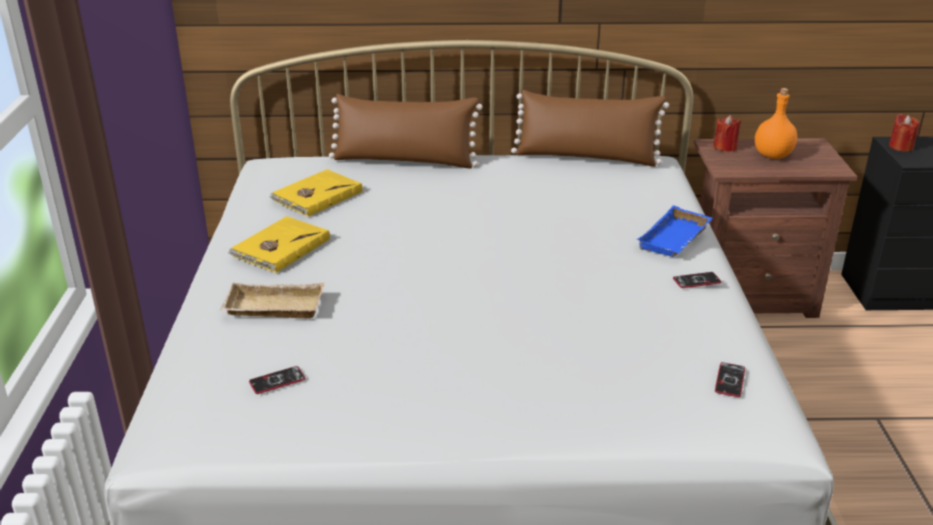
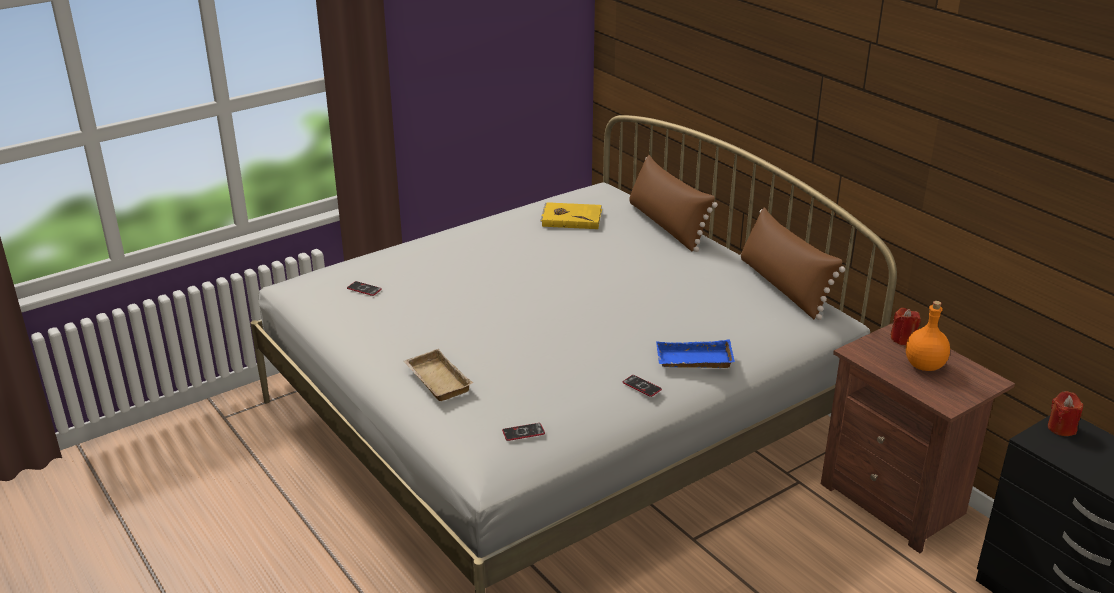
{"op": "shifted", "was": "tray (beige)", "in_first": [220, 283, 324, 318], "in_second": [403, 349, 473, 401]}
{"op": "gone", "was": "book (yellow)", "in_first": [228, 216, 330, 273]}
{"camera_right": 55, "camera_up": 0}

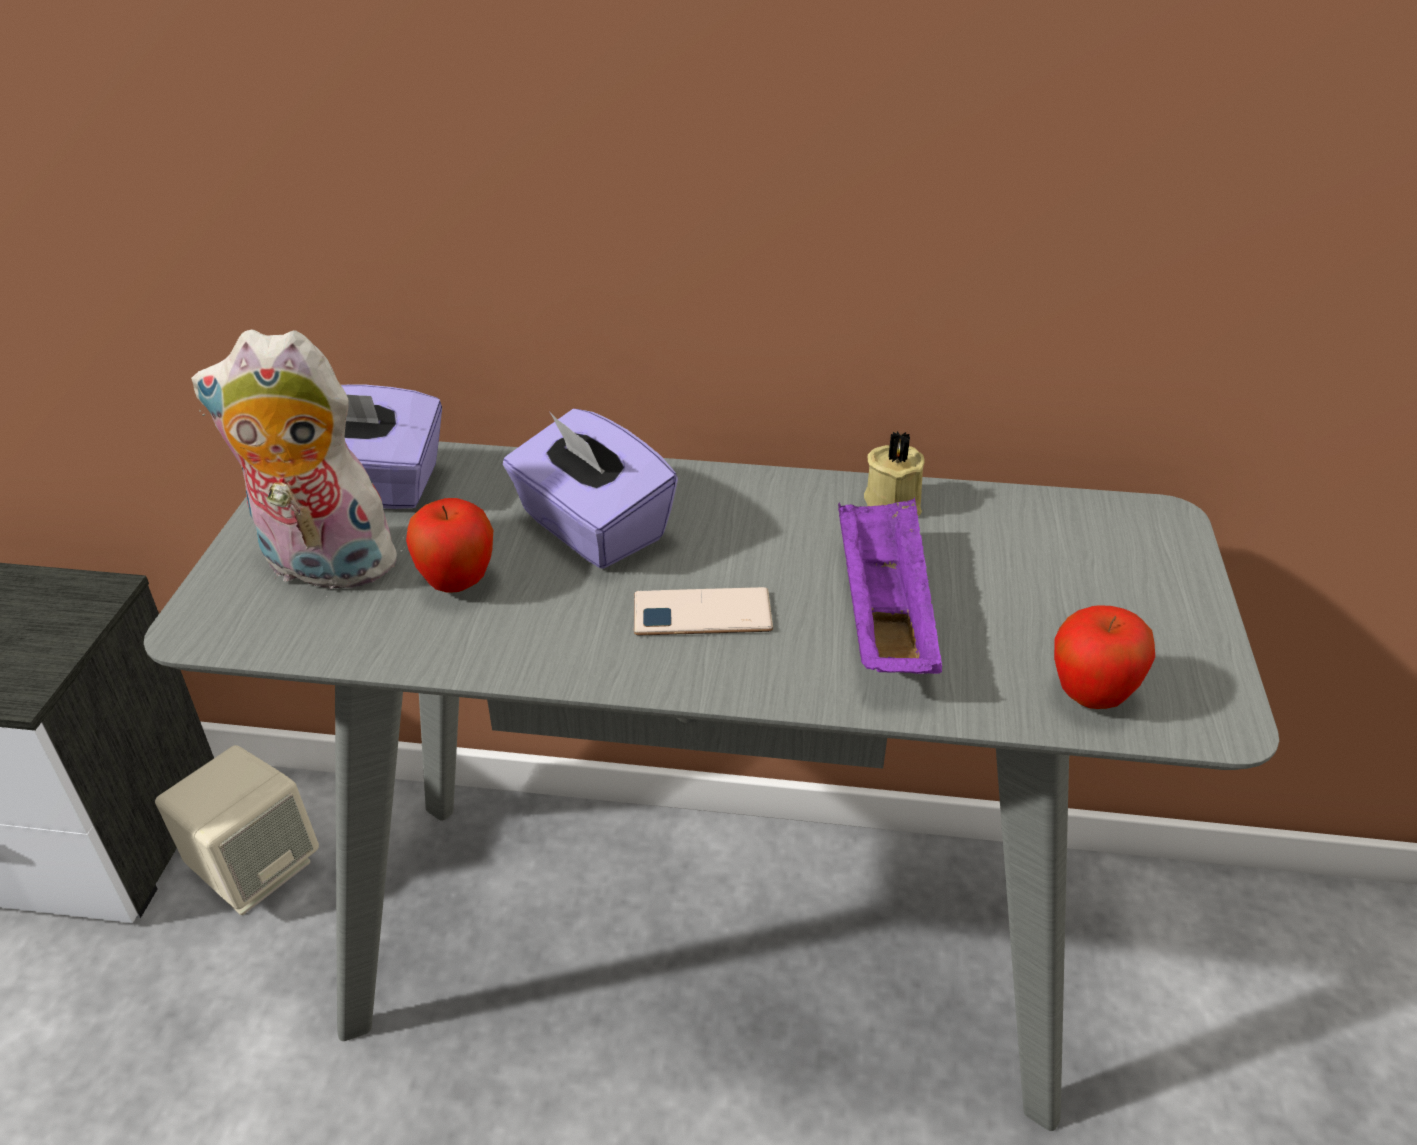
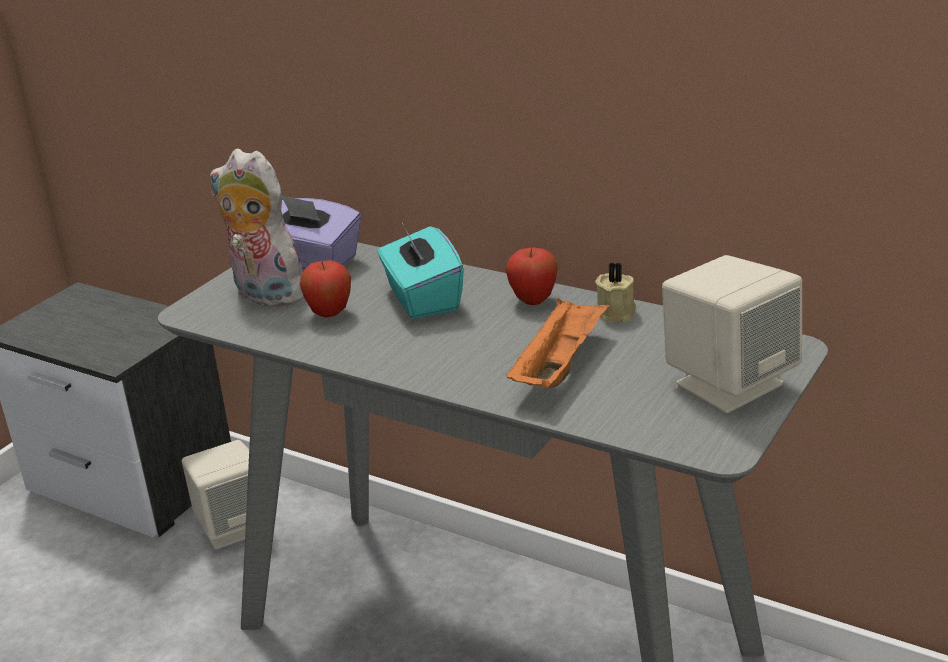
{"op": "repainted", "was": "tissue box (purple)", "now": "tissue box (turquoise)", "in_first": [503, 409, 678, 569], "in_second": [378, 223, 464, 319]}
{"op": "shifted", "was": "apple", "in_first": [1054, 605, 1155, 709], "in_second": [506, 248, 558, 305]}
{"op": "repainted", "was": "tray (purple)", "now": "tray (orange)", "in_first": [838, 498, 942, 674], "in_second": [506, 298, 609, 388]}
{"op": "new", "now": "speaker (beige)", "in_second": [662, 255, 802, 413]}
{"op": "gone", "was": "phone", "in_first": [634, 587, 773, 635]}
{"camera_right": 25, "camera_up": -10}

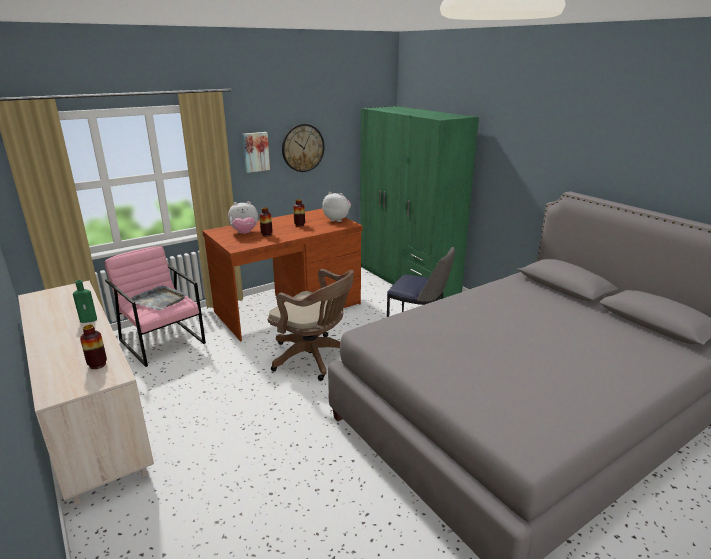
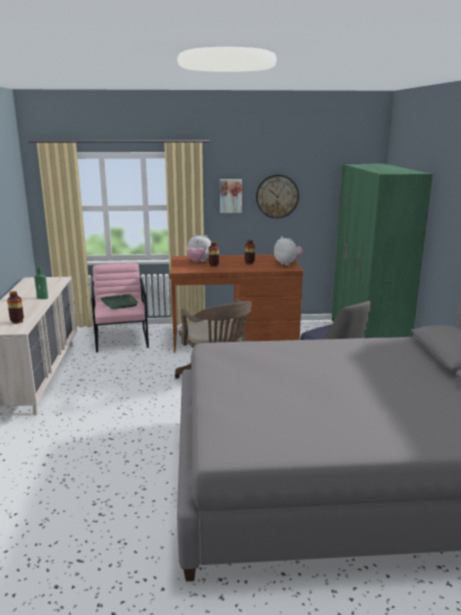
{"op": "repainted", "was": "tray (grey)", "now": "tray (green)", "in_first": [131, 285, 186, 310], "in_second": [100, 294, 138, 309]}
{"camera_right": 30, "camera_up": -5}

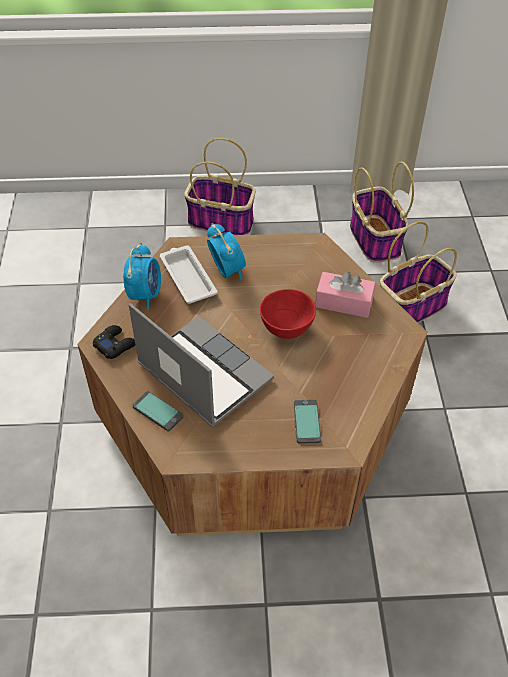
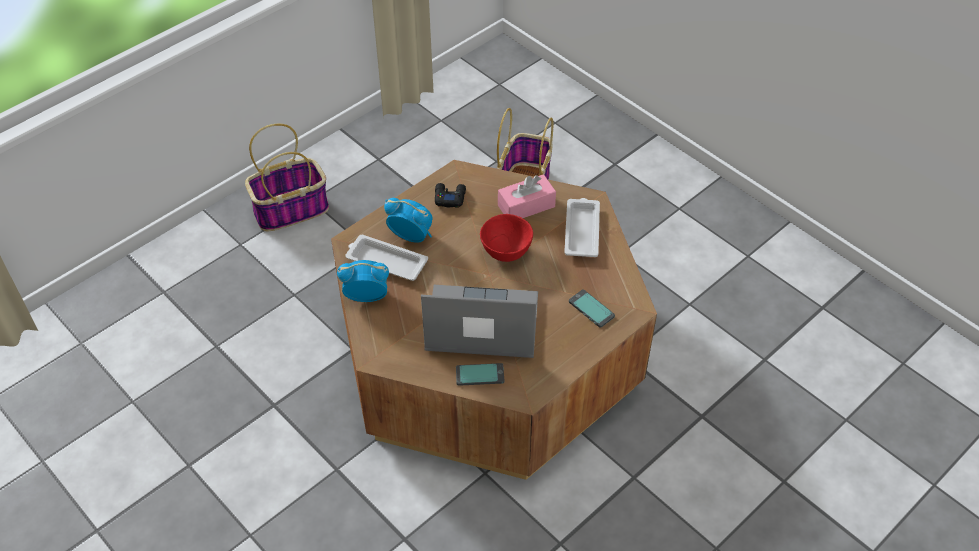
{"op": "rotated", "was": "alarm clock", "in_first": [123, 243, 161, 309], "in_second": [337, 260, 389, 302], "clockwise": -60}
{"op": "shifted", "was": "game controller (black)", "in_first": [93, 325, 135, 359], "in_second": [435, 183, 466, 208]}
{"op": "new", "now": "tray (white)", "in_second": [564, 198, 600, 257]}
{"op": "gone", "was": "basket", "in_first": [350, 162, 414, 263]}
{"camera_right": -40, "camera_up": 0}

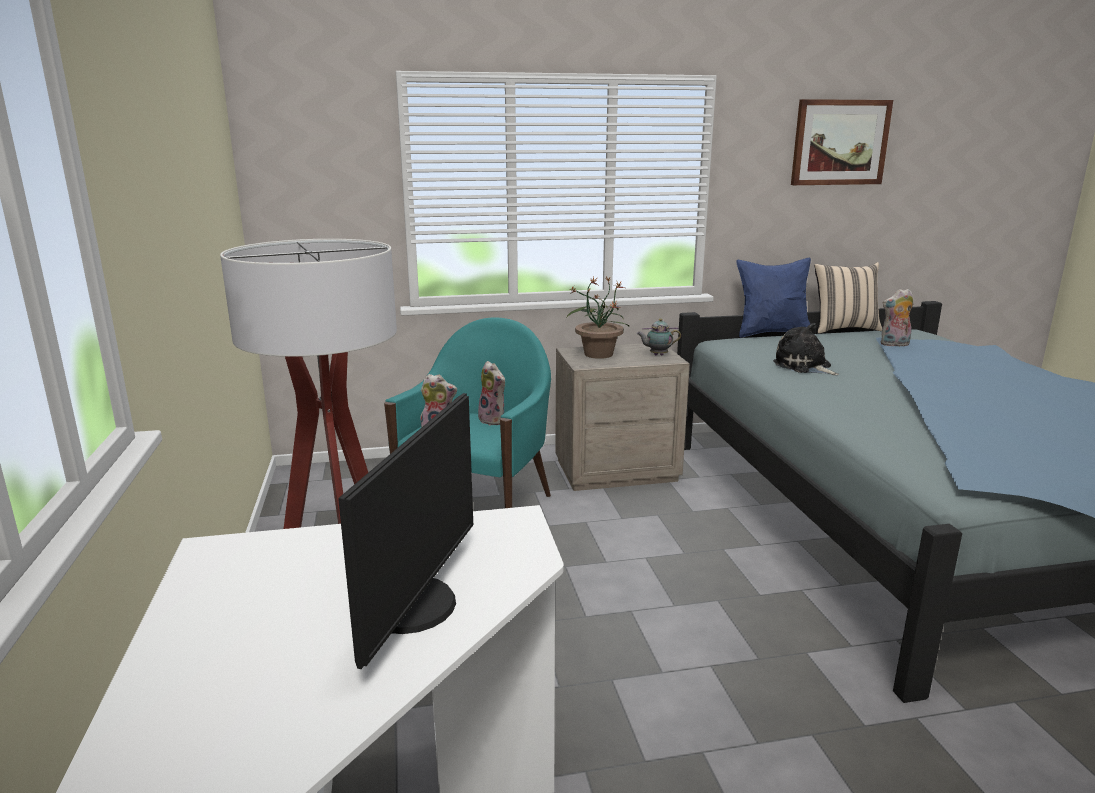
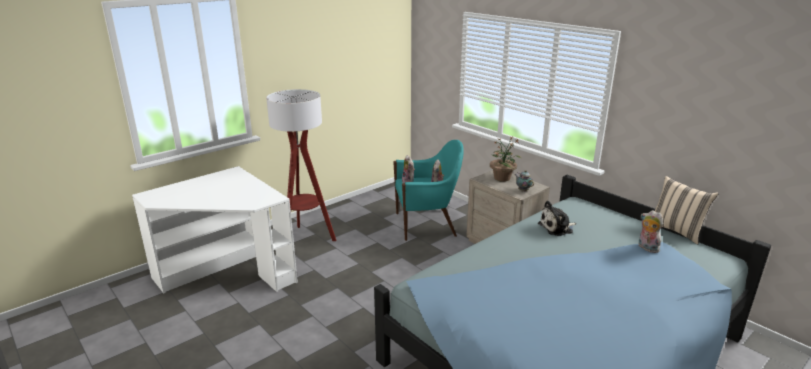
{"op": "rotated", "was": "plush toy", "in_first": [773, 323, 839, 375], "in_second": [538, 201, 576, 236], "clockwise": -135}
{"op": "gone", "was": "monitor", "in_first": [338, 393, 473, 669]}
{"op": "gone", "was": "pillow (blue)", "in_first": [736, 257, 811, 338]}
{"op": "gone", "was": "picture", "in_first": [791, 99, 893, 185]}
{"camera_right": 60, "camera_up": 5}

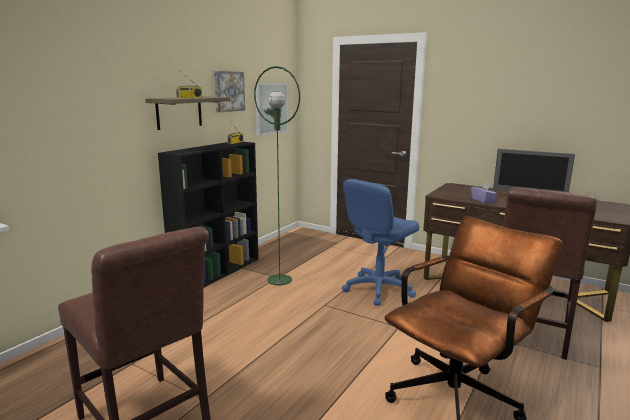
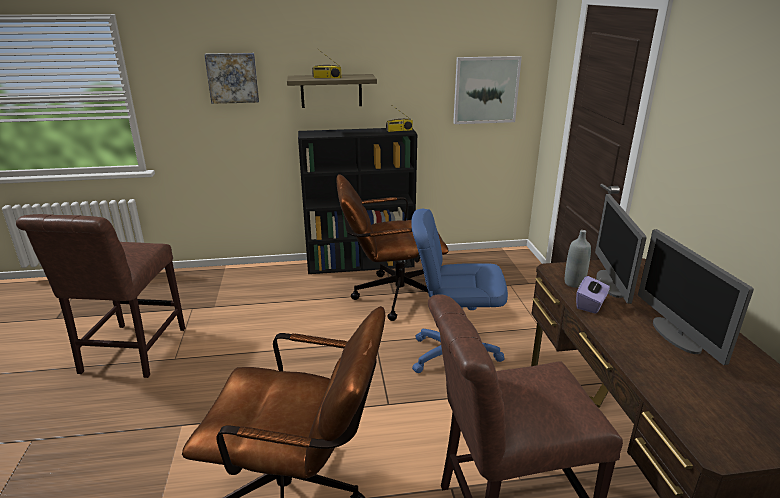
{"op": "shifted", "was": "picture", "in_first": [214, 71, 245, 112], "in_second": [204, 53, 259, 104]}
{"op": "swapped", "was": "floor lamp (green)", "now": "office chair (brown)", "in_first": [254, 66, 300, 285], "in_second": [336, 174, 449, 321]}
{"op": "new", "now": "bottle (grey)", "in_second": [565, 230, 591, 288]}
{"op": "new", "now": "monitor", "in_second": [595, 194, 647, 304]}
{"camera_right": 50, "camera_up": 10}

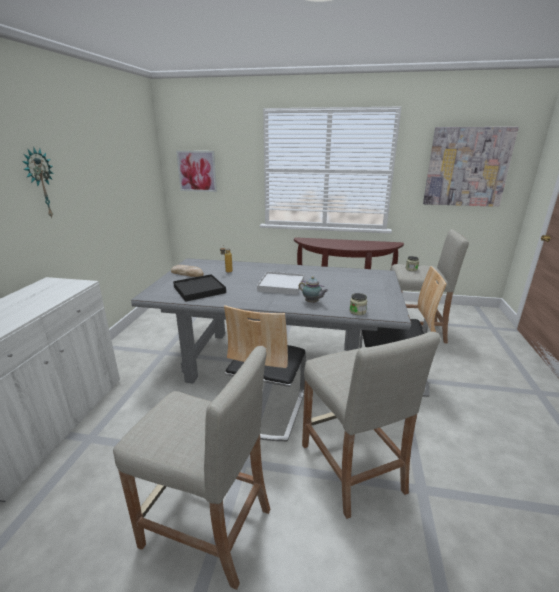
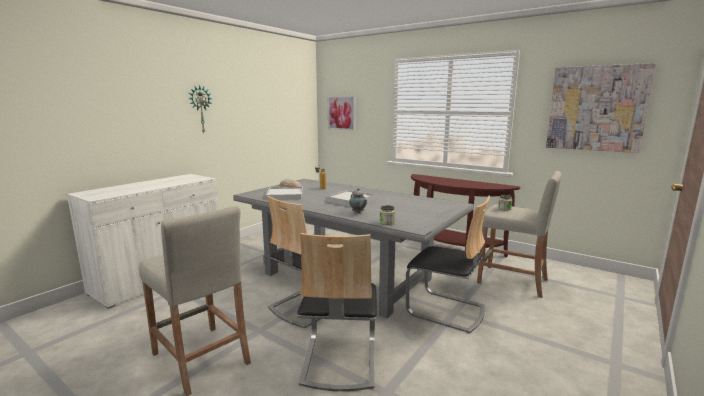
{"op": "repainted", "was": "tray (black)", "now": "tray (white)", "in_first": [173, 274, 226, 302], "in_second": [265, 187, 303, 200]}
{"op": "swapped", "was": "stool (beige)", "now": "chair", "in_first": [302, 332, 441, 519], "in_second": [297, 233, 377, 391]}
{"camera_right": 25, "camera_up": -10}

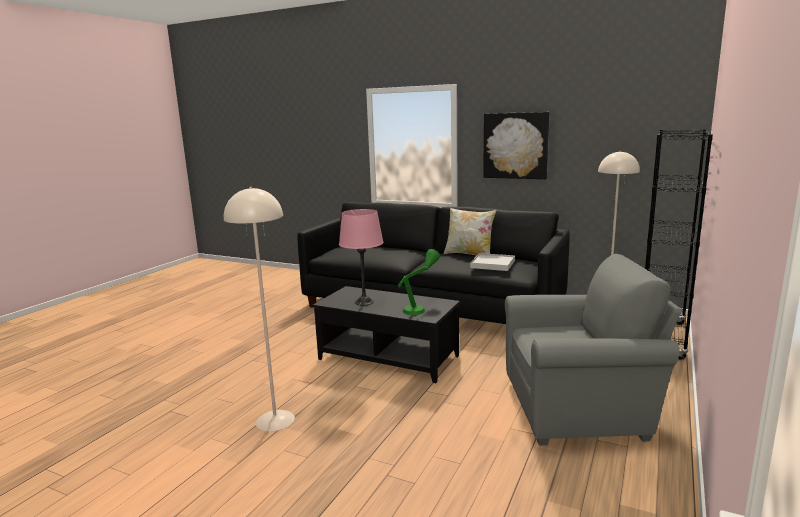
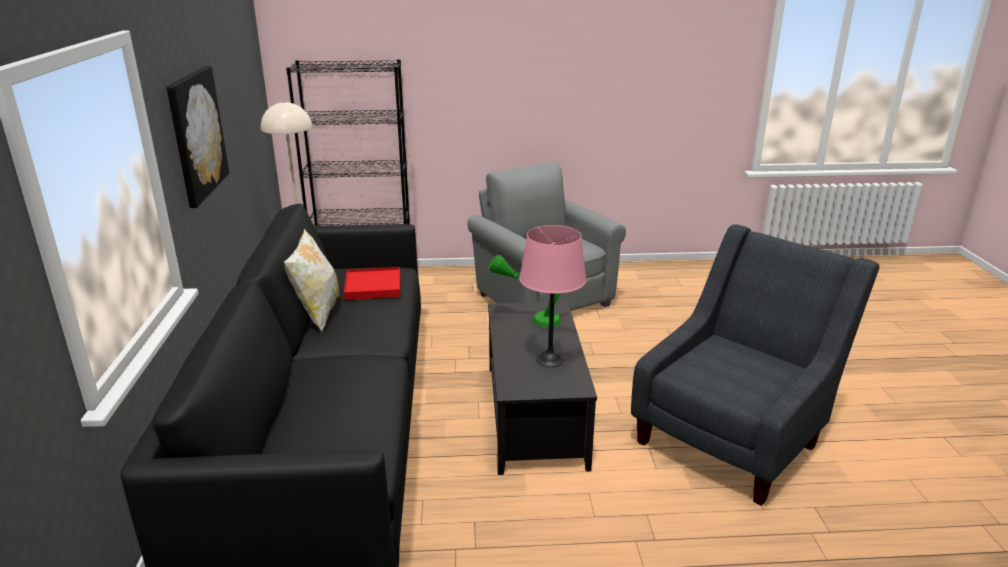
{"op": "repainted", "was": "tray (white)", "now": "tray (red)", "in_first": [470, 253, 515, 271], "in_second": [344, 267, 400, 300]}
{"op": "swapped", "was": "floor lamp (beige)", "now": "armchair (grey)", "in_first": [224, 187, 295, 431], "in_second": [631, 224, 880, 506]}
{"camera_right": -120, "camera_up": 10}

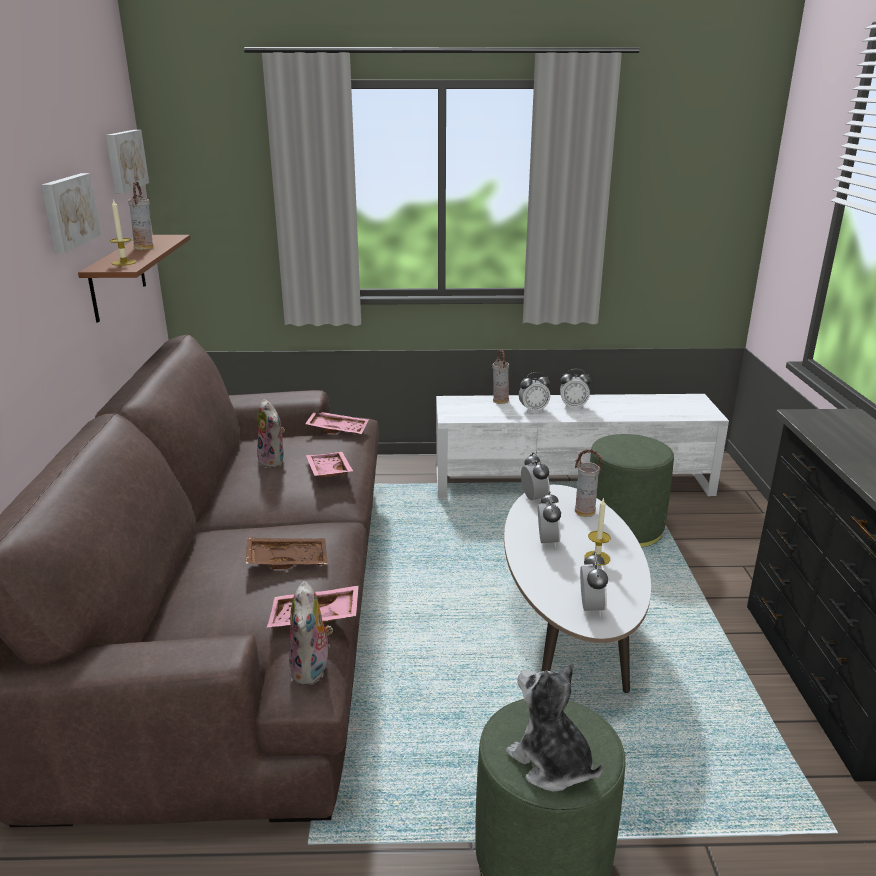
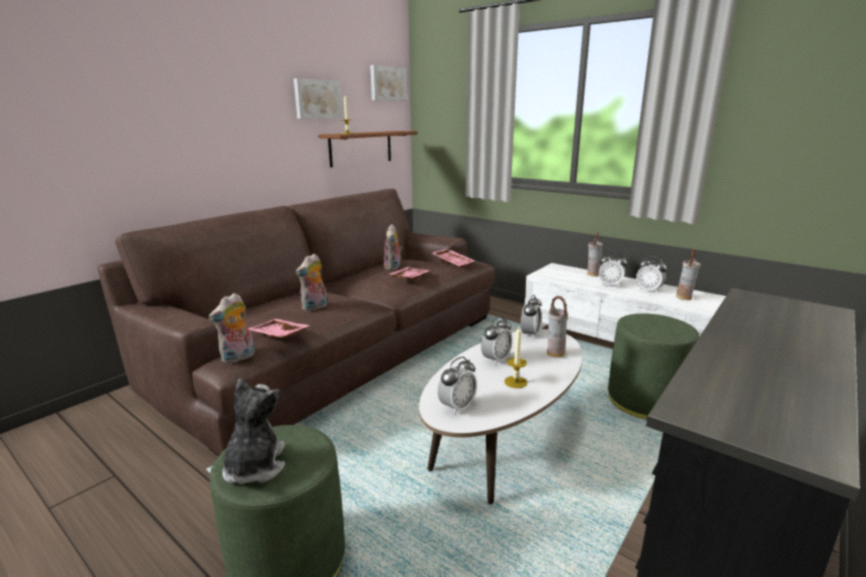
{"op": "swapped", "was": "tray (brown)", "now": "plush toy", "in_first": [246, 538, 328, 569], "in_second": [296, 254, 328, 312]}
{"op": "shifted", "was": "vase", "in_first": [128, 181, 154, 250], "in_second": [676, 249, 701, 300]}
{"camera_right": 40, "camera_up": -5}

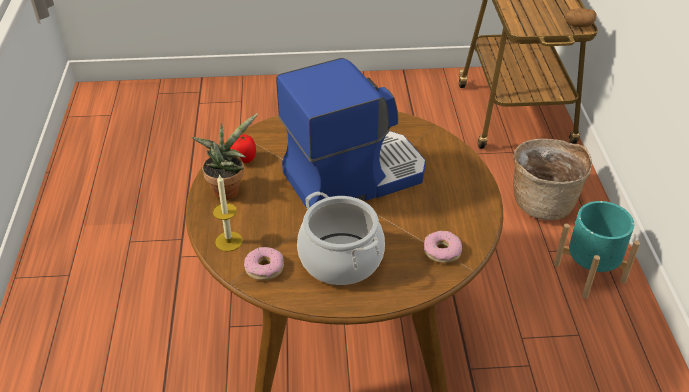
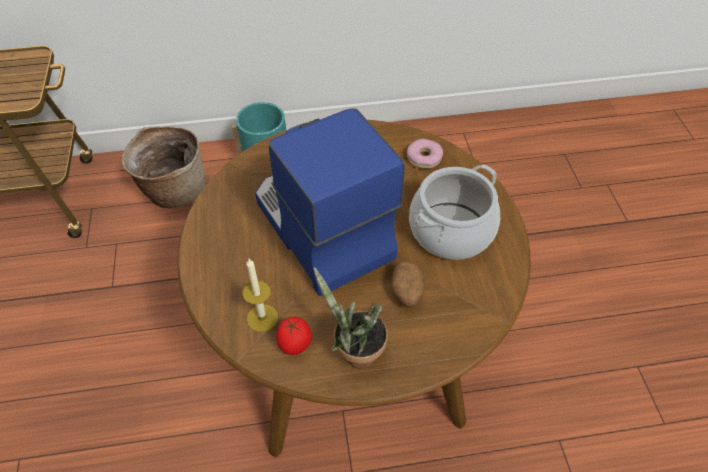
{"op": "shifted", "was": "candle", "in_first": [213, 174, 243, 252], "in_second": [242, 259, 278, 332]}
{"op": "shifted", "was": "potato", "in_first": [564, 8, 597, 27], "in_second": [390, 260, 425, 307]}
{"op": "gone", "was": "donut", "in_first": [244, 247, 284, 281]}
{"camera_right": -95, "camera_up": 10}

